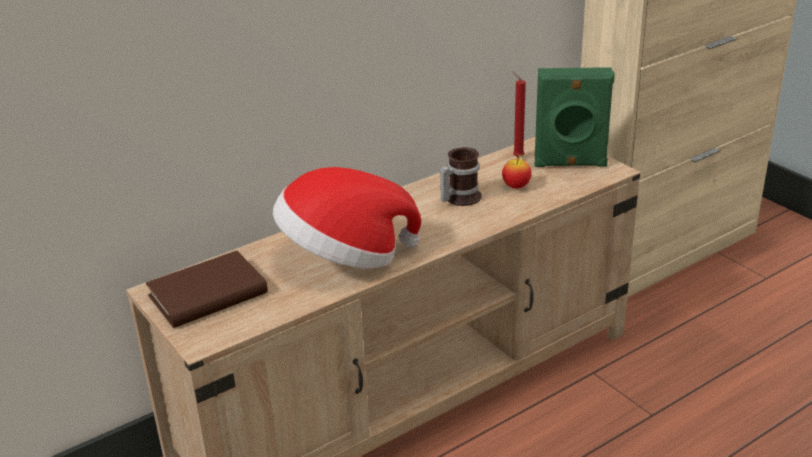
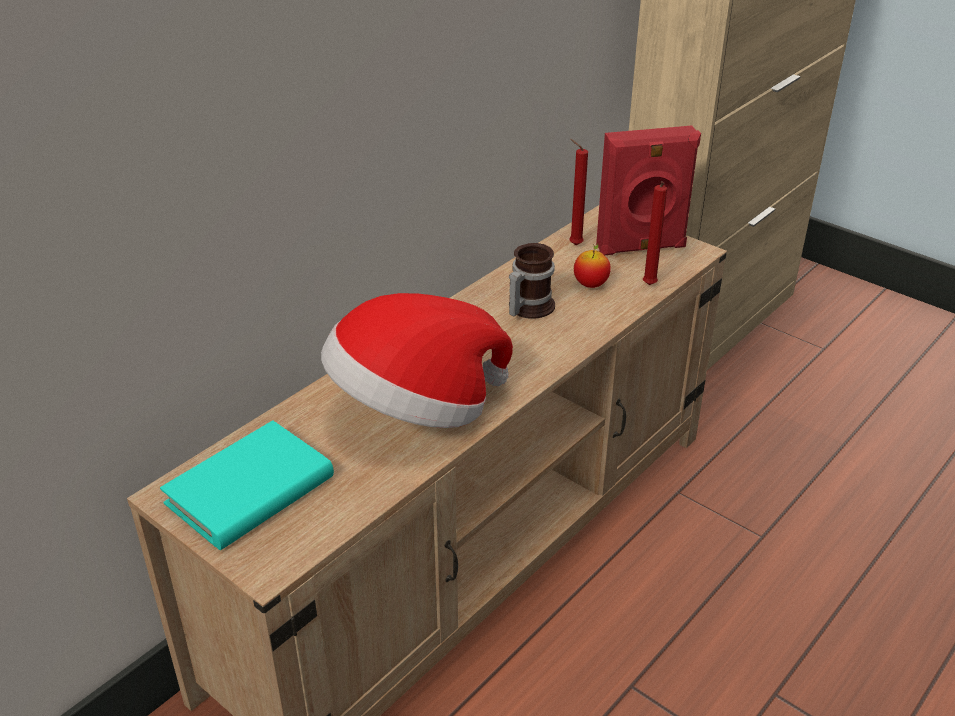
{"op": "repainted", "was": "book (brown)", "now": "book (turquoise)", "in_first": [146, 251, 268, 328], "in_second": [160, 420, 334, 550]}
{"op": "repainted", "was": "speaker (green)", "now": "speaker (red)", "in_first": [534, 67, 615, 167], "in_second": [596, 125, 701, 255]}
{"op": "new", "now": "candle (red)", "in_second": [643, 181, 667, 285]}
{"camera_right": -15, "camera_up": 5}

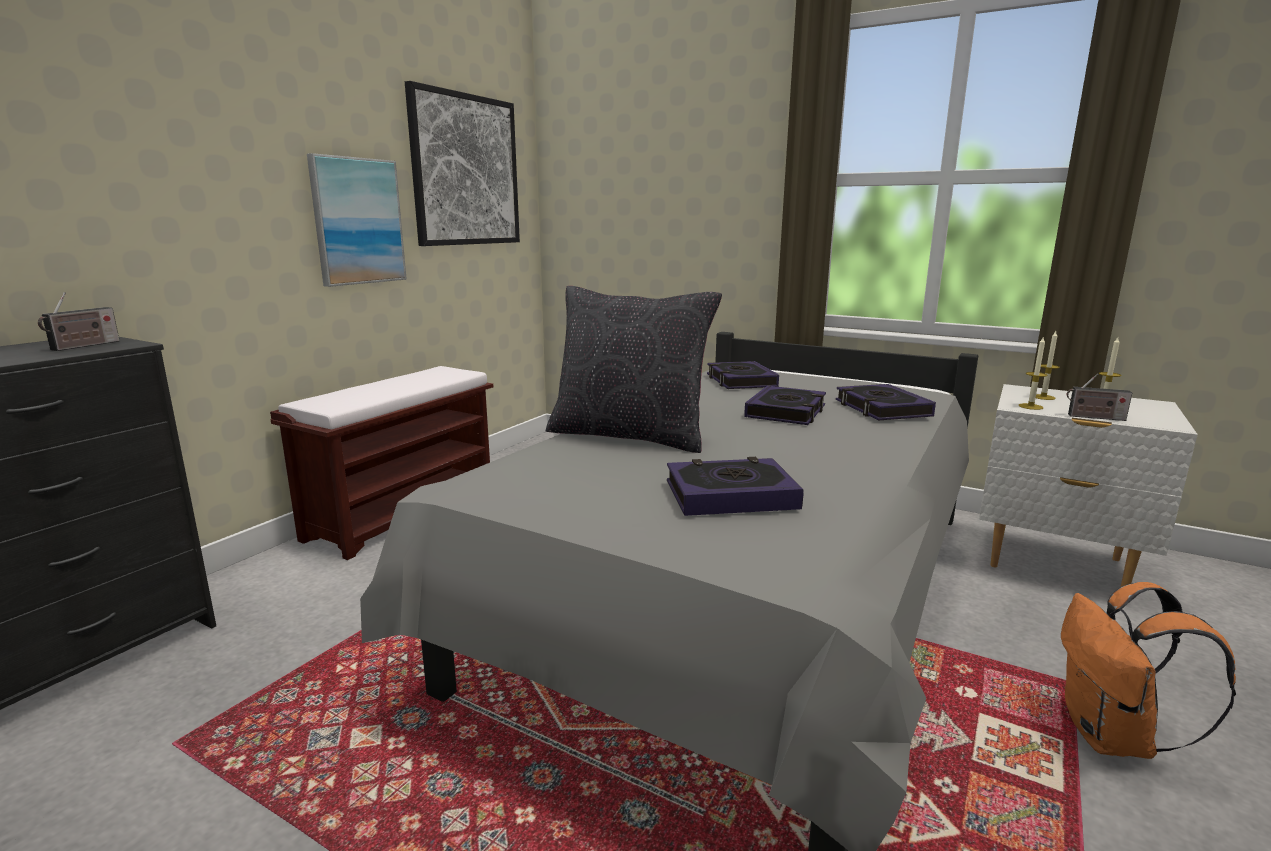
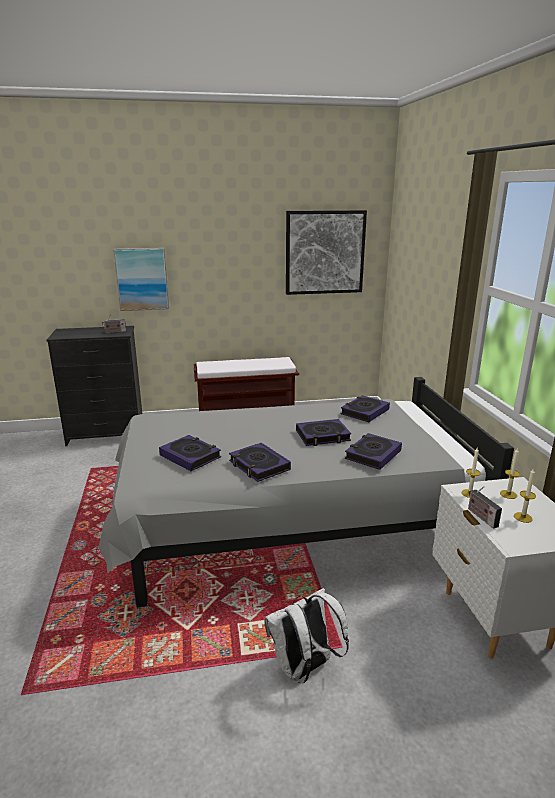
{"op": "shifted", "was": "picture", "in_first": [307, 153, 407, 287], "in_second": [113, 248, 169, 311]}
{"op": "new", "now": "book", "in_second": [229, 443, 291, 482]}
{"op": "repainted", "was": "backpack (orange)", "now": "backpack (white)", "in_first": [1061, 582, 1236, 759], "in_second": [264, 588, 349, 683]}
{"op": "gone", "was": "pillow (black)", "in_first": [546, 286, 722, 453]}
{"camera_right": 50, "camera_up": 5}

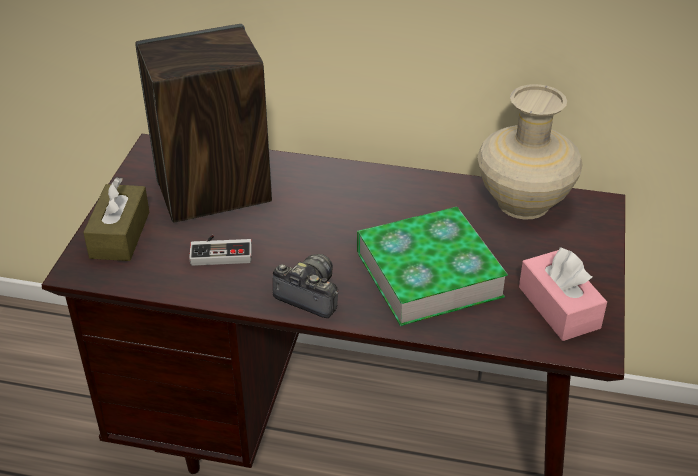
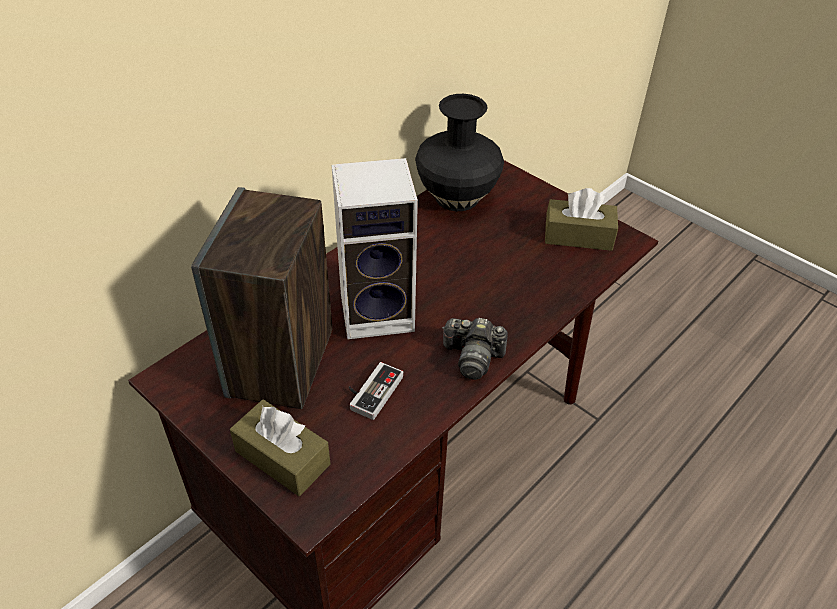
{"op": "new", "now": "speaker", "in_second": [331, 158, 418, 340]}
{"op": "repainted", "was": "vase (beige)", "now": "vase (black)", "in_first": [477, 84, 583, 219], "in_second": [415, 94, 504, 211]}
{"op": "rotated", "was": "photo camera", "in_first": [273, 254, 338, 318], "in_second": [442, 318, 508, 380], "clockwise": -135}
{"op": "repainted", "was": "tissue box (pink)", "now": "tissue box (brown)", "in_first": [519, 247, 607, 341], "in_second": [545, 188, 618, 251]}
{"op": "gone", "was": "book", "in_first": [357, 207, 508, 326]}
{"camera_right": -60, "camera_up": 5}

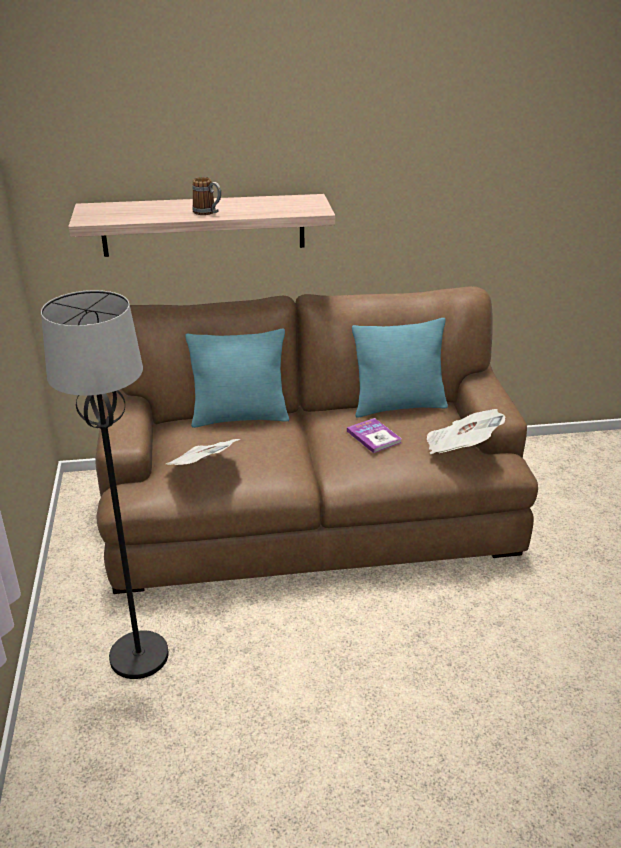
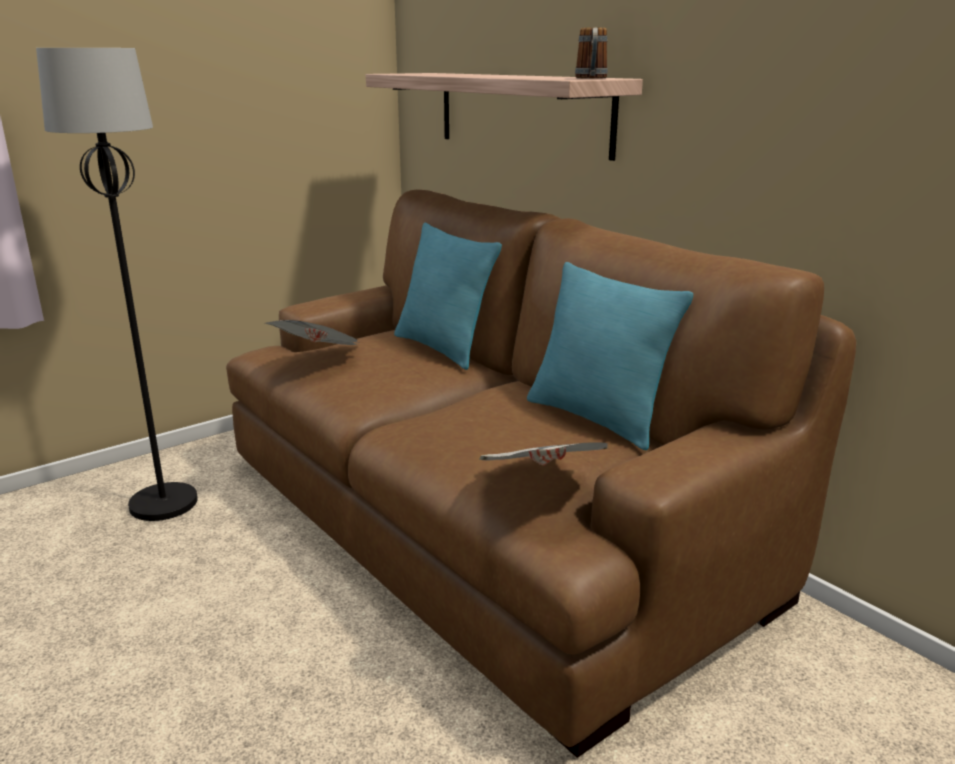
{"op": "shifted", "was": "mug", "in_first": [192, 177, 221, 215], "in_second": [575, 27, 608, 79]}
{"op": "gone", "was": "book", "in_first": [347, 418, 402, 453]}
{"camera_right": 60, "camera_up": -10}

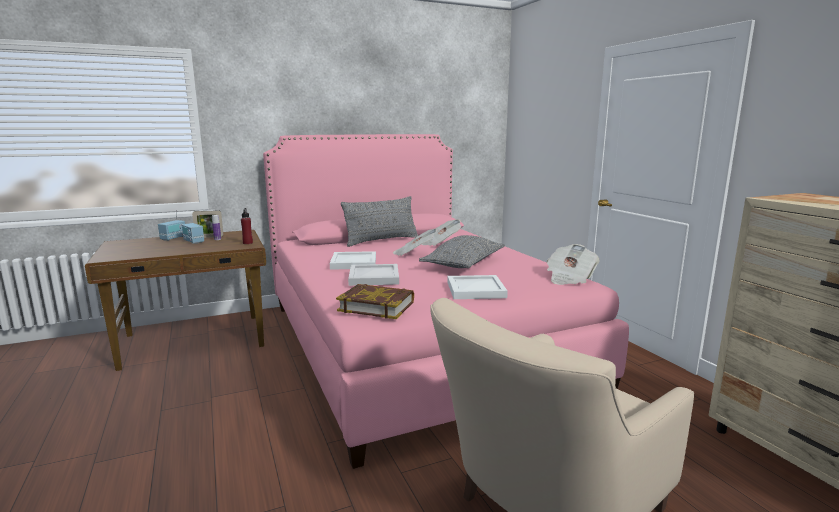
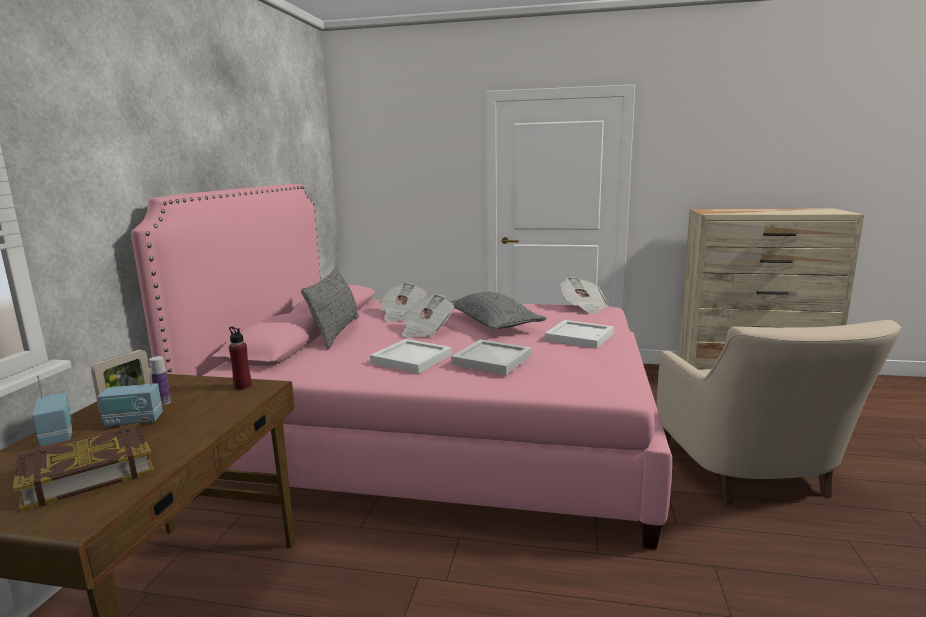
{"op": "shifted", "was": "book", "in_first": [336, 284, 414, 319], "in_second": [13, 423, 154, 512]}
{"camera_right": -55, "camera_up": 0}

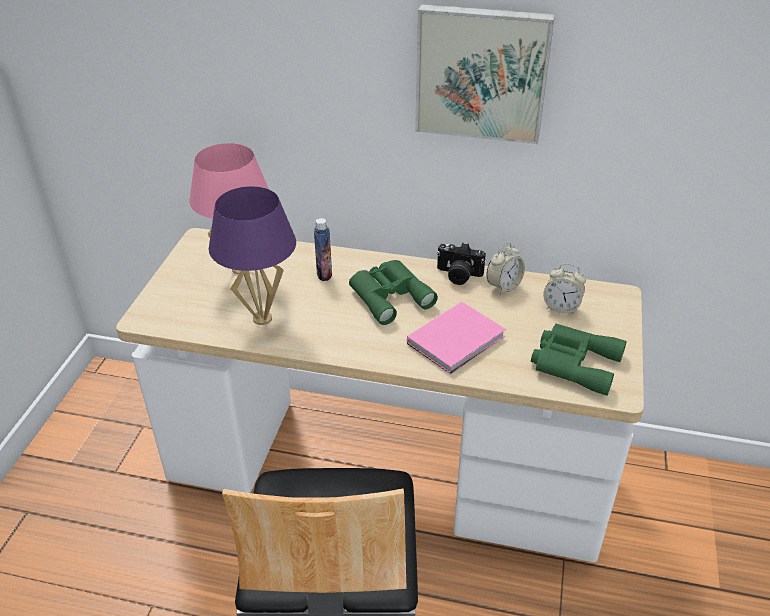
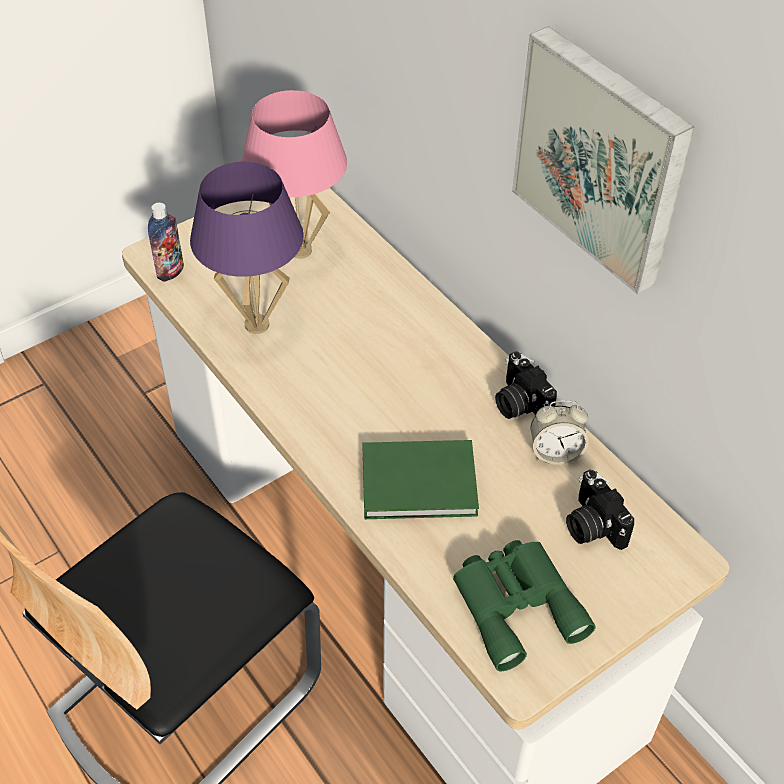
{"op": "shifted", "was": "bottle", "in_first": [314, 218, 332, 281], "in_second": [148, 203, 184, 282]}
{"op": "repainted", "was": "book (pink)", "now": "book (green)", "in_first": [407, 302, 506, 374], "in_second": [362, 440, 479, 519]}
{"op": "swapped", "was": "alarm clock", "now": "photo camera", "in_first": [543, 264, 586, 315], "in_second": [566, 469, 634, 550]}
{"op": "gone", "was": "binoculars (green)", "in_first": [349, 260, 438, 325]}
{"camera_right": 40, "camera_up": 10}

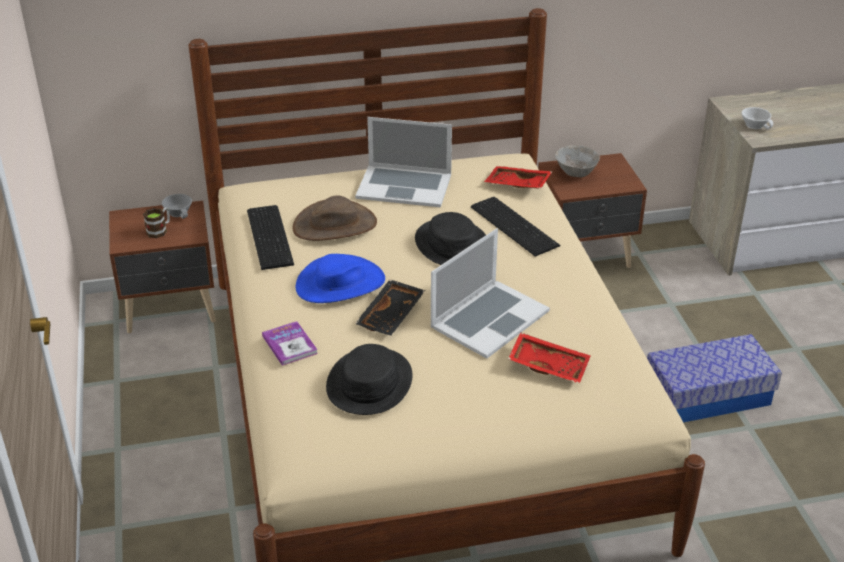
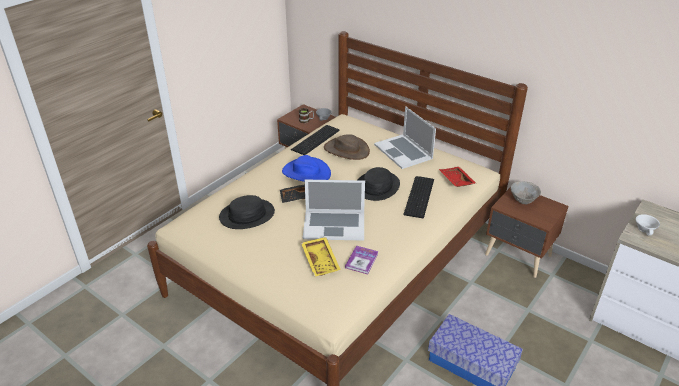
{"op": "repainted", "was": "tray (red)", "now": "tray (yellow)", "in_first": [508, 333, 590, 384], "in_second": [301, 237, 341, 277]}
{"op": "shifted", "was": "book", "in_first": [262, 321, 318, 366], "in_second": [345, 246, 379, 274]}
{"camera_right": 50, "camera_up": 0}

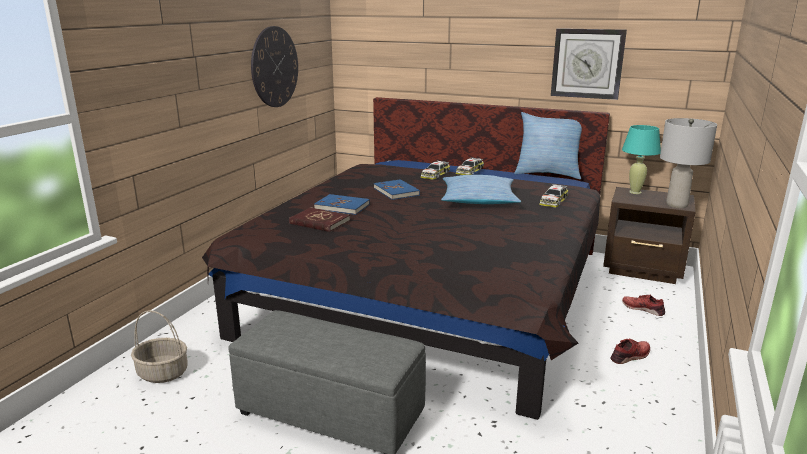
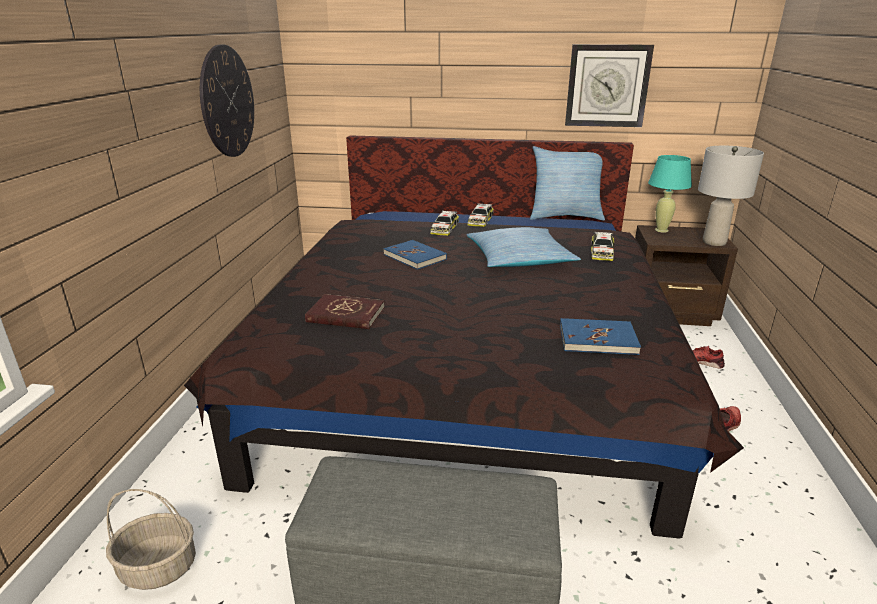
{"op": "shifted", "was": "book (blue)", "in_first": [314, 194, 370, 215], "in_second": [560, 318, 641, 355]}
{"camera_right": -15, "camera_up": 5}

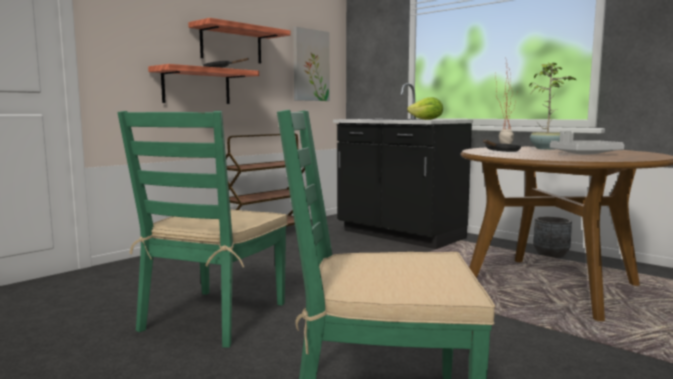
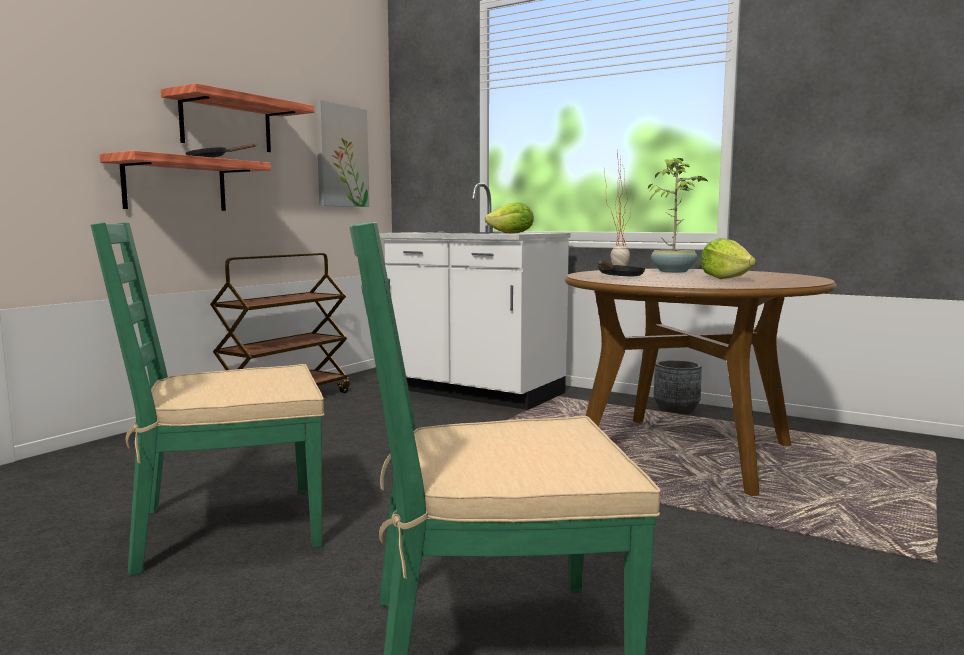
{"op": "rotated", "was": "chair (green)", "in_first": [117, 111, 288, 348], "in_second": [91, 222, 324, 576], "clockwise": 60}
{"op": "repainted", "was": "counter (black)", "now": "counter (white)", "in_first": [333, 83, 473, 249], "in_second": [379, 183, 571, 410]}
{"op": "swapped", "was": "tray (grey)", "now": "lettuce", "in_first": [550, 131, 624, 155], "in_second": [701, 238, 756, 279]}
{"camera_right": -10, "camera_up": 0}

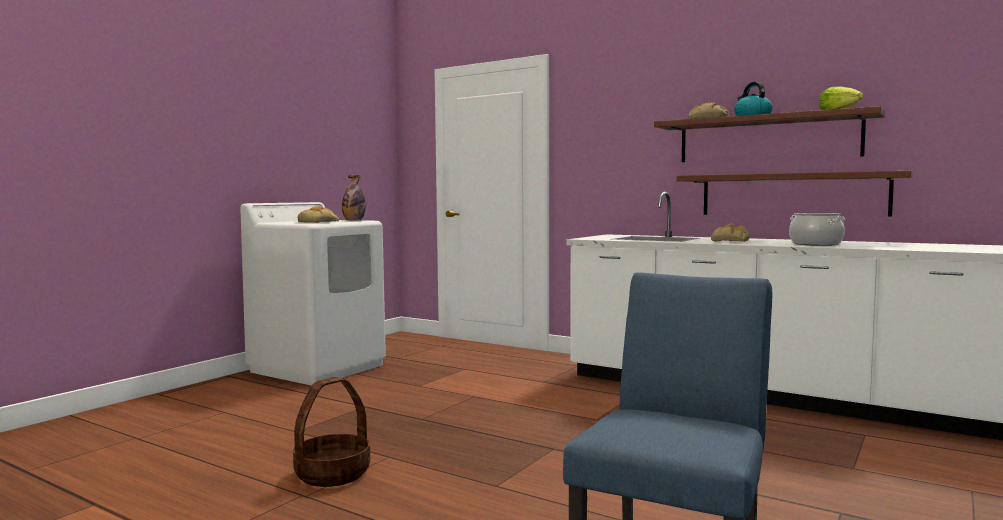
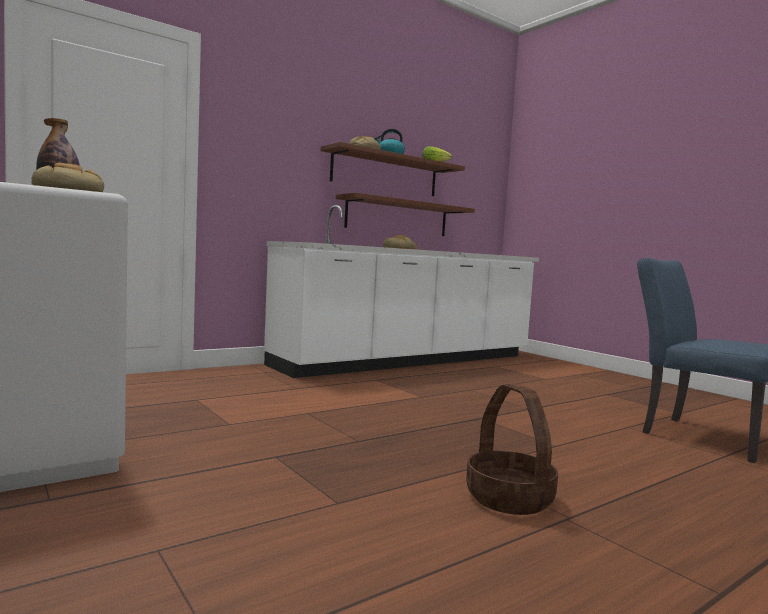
{"op": "gone", "was": "cooking pot", "in_first": [789, 213, 845, 246]}
{"camera_right": -70, "camera_up": 0}

